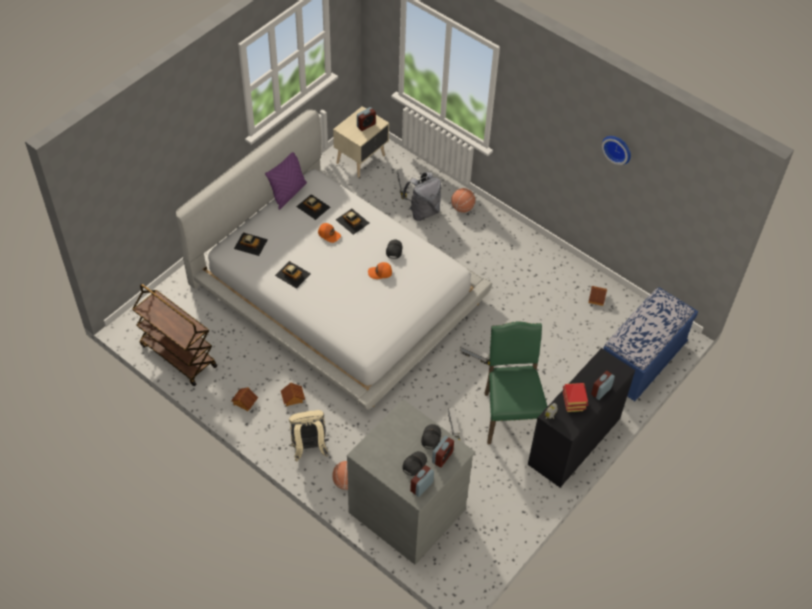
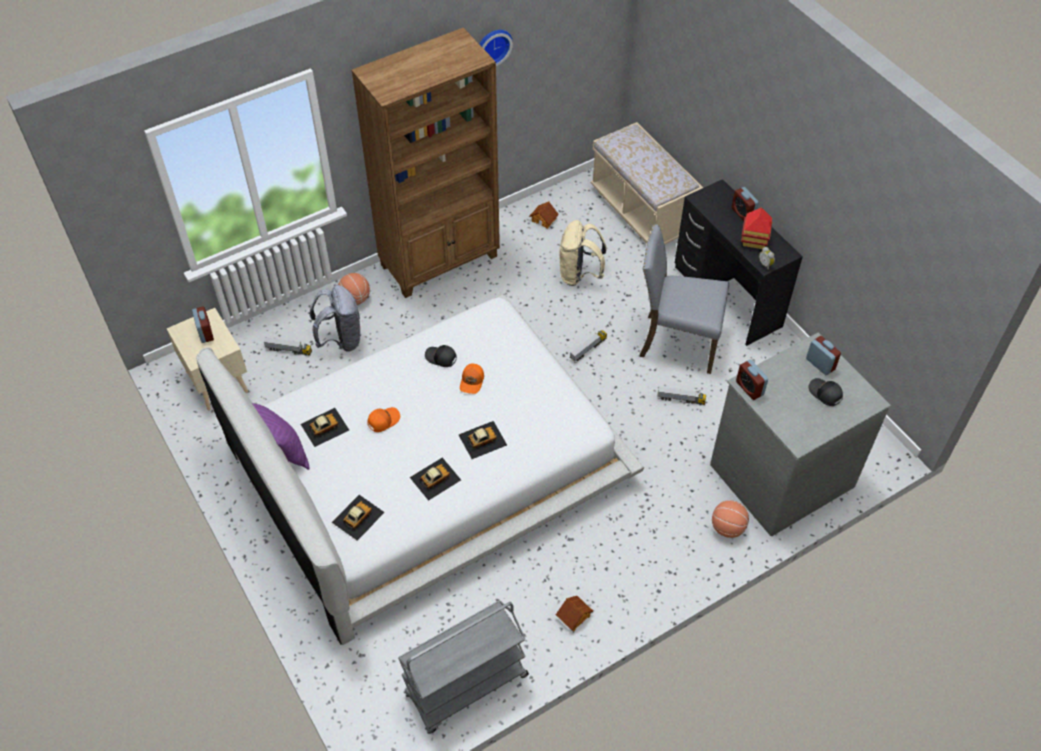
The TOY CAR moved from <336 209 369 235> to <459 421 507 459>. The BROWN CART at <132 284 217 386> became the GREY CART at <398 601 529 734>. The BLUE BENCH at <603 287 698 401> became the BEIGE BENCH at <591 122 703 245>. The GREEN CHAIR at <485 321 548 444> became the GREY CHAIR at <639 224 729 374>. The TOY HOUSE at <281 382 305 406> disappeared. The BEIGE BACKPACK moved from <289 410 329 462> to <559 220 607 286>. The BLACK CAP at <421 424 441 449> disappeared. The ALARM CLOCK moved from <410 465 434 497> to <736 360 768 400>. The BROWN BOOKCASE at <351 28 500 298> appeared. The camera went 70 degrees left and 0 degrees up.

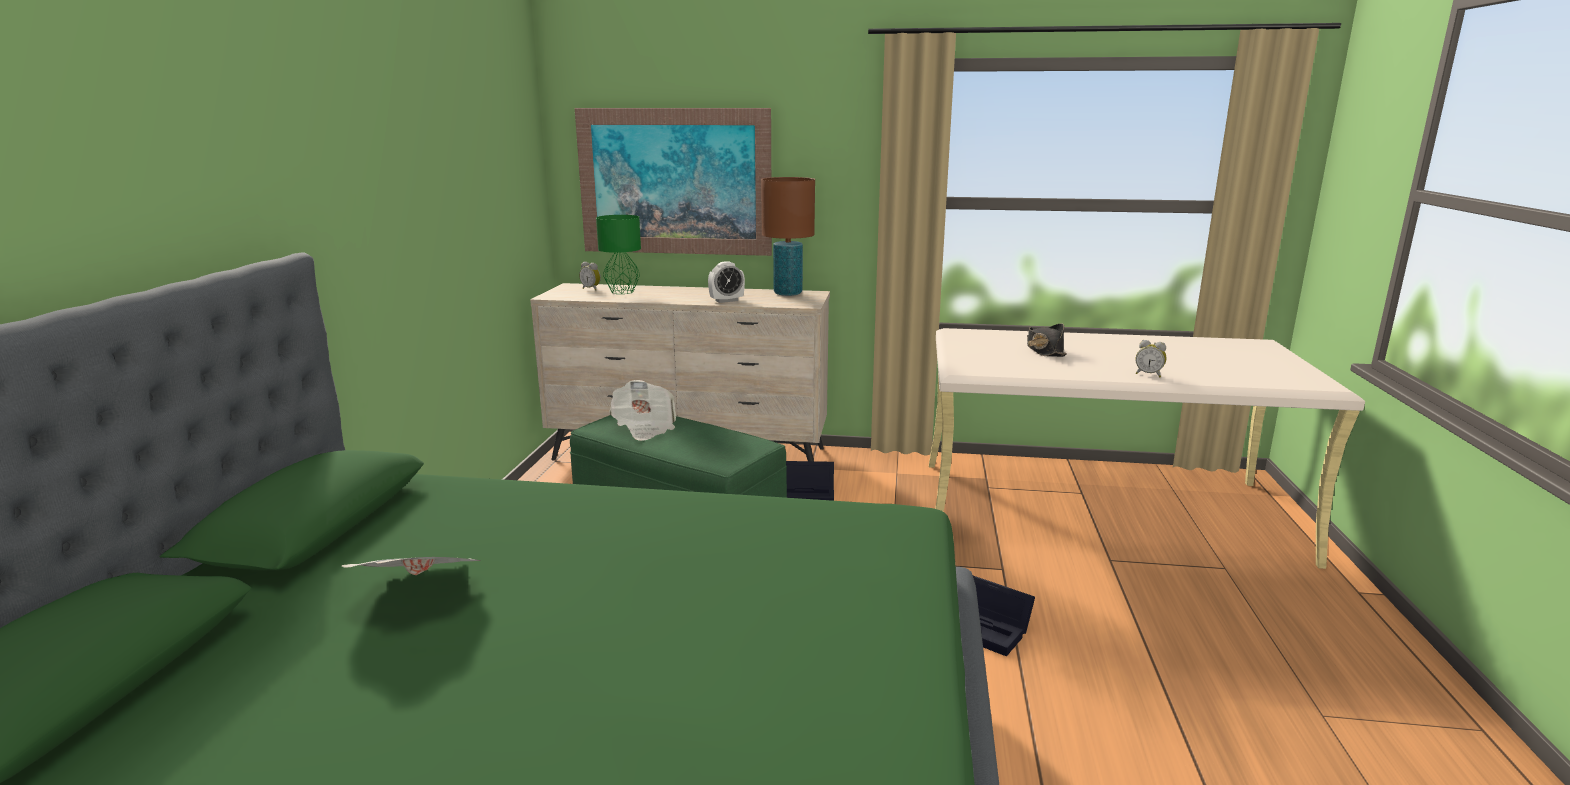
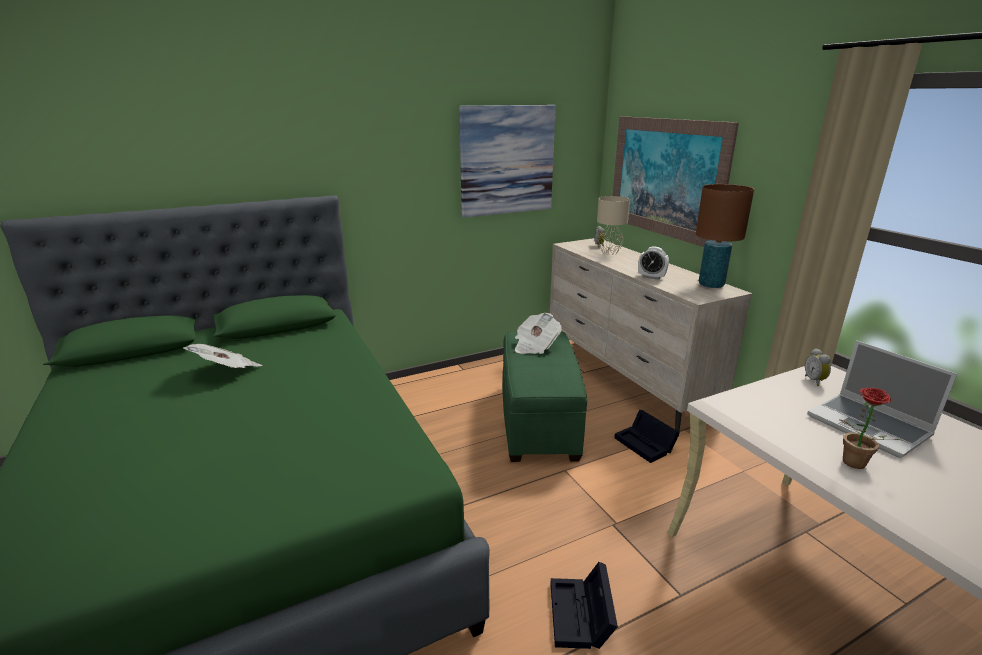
The GREEN TABLE LAMP at <596 215 641 294> became the BEIGE TABLE LAMP at <597 196 630 255>. The BLACK HAT at <1027 323 1067 357> was replaced by the LAPTOP at <807 340 957 458>. The ALARM CLOCK moved from <1135 340 1166 378> to <805 348 831 386>. The PICTURE at <459 105 556 218> appeared. The POTTED PLANT at <838 388 901 469> appeared. The camera went 55 degrees right and 5 degrees up.

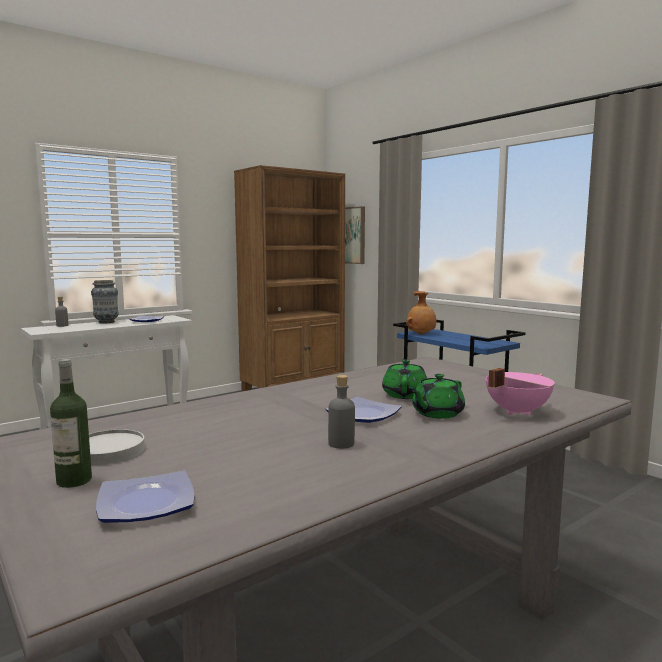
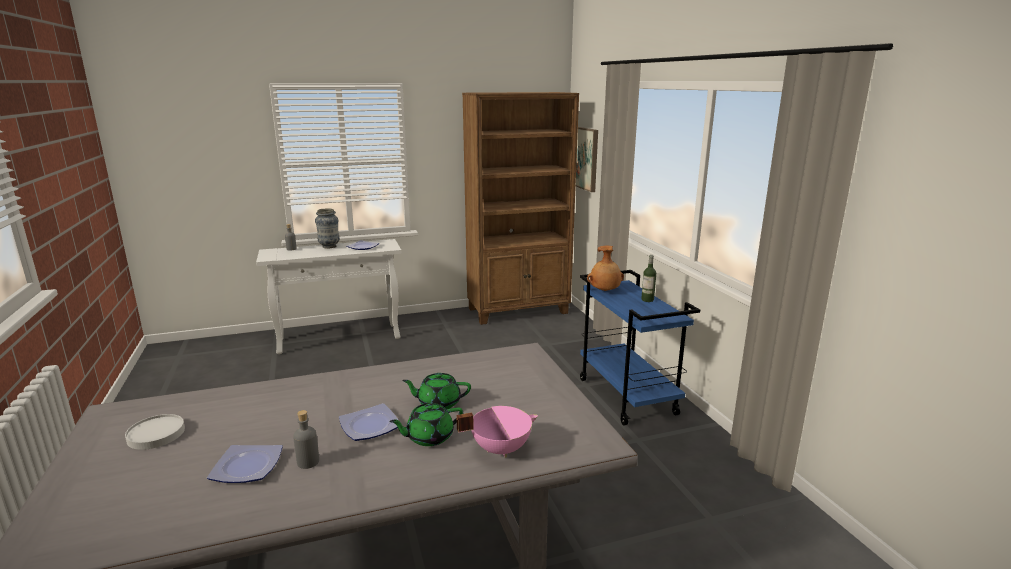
The BOTTLE moved from <50 359 92 488> to <641 255 656 302>. The GREEN TEAPOT at <382 359 427 399> turned 120 degrees counterclockwise. The PLATE moved from <96 471 194 523> to <207 445 283 483>. The camera went 20 degrees right and 10 degrees up.

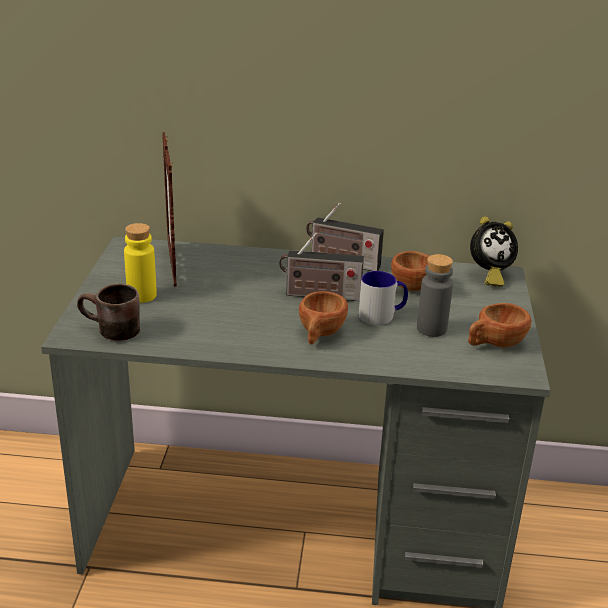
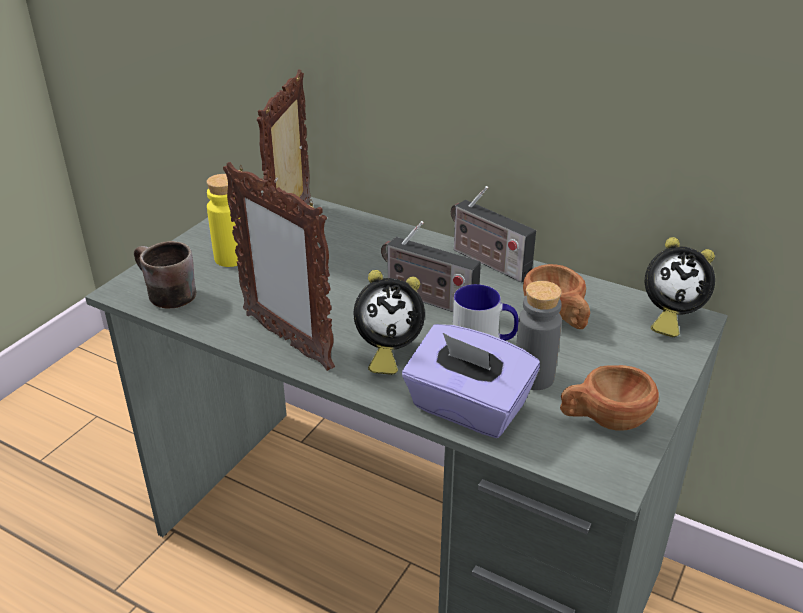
The BROWN CUP at <299 291 348 344> was replaced by the ALARM CLOCK at <354 270 425 375>. The PICTURE FRAME at <223 162 335 371> appeared. The PURPLE TISSUE BOX at <402 324 540 438> appeared. The camera went 25 degrees right and 5 degrees up.

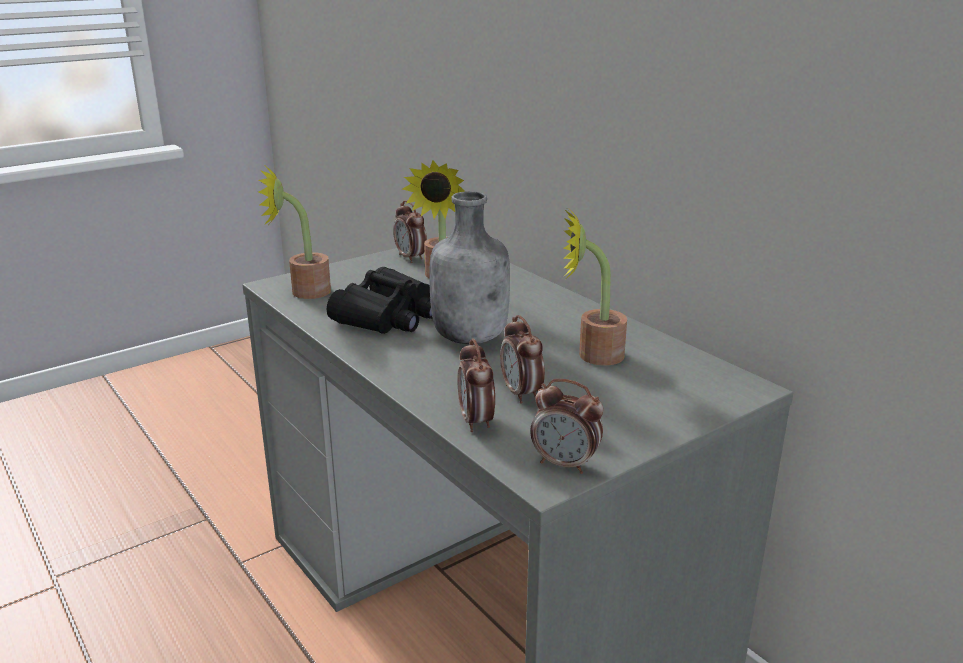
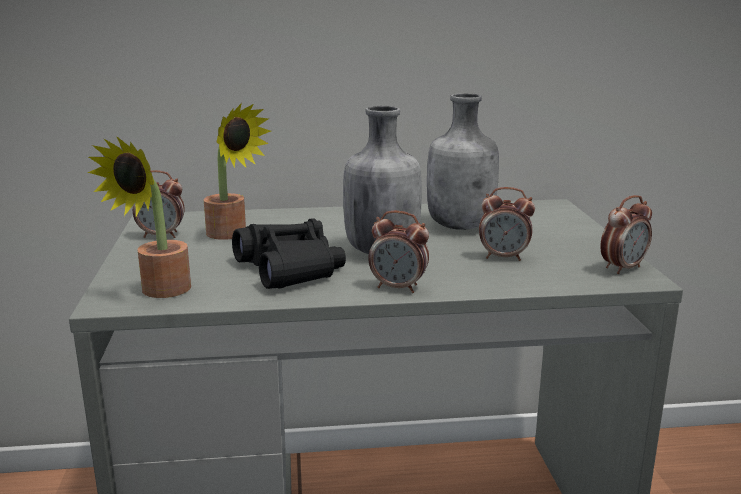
The POTTED PLANT at <563 209 627 366> was replaced by the GREY BOTTLE at <427 93 499 230>. The ALARM CLOCK moved from <457 338 495 432> to <368 211 429 293>. The camera went 60 degrees left and 5 degrees down.

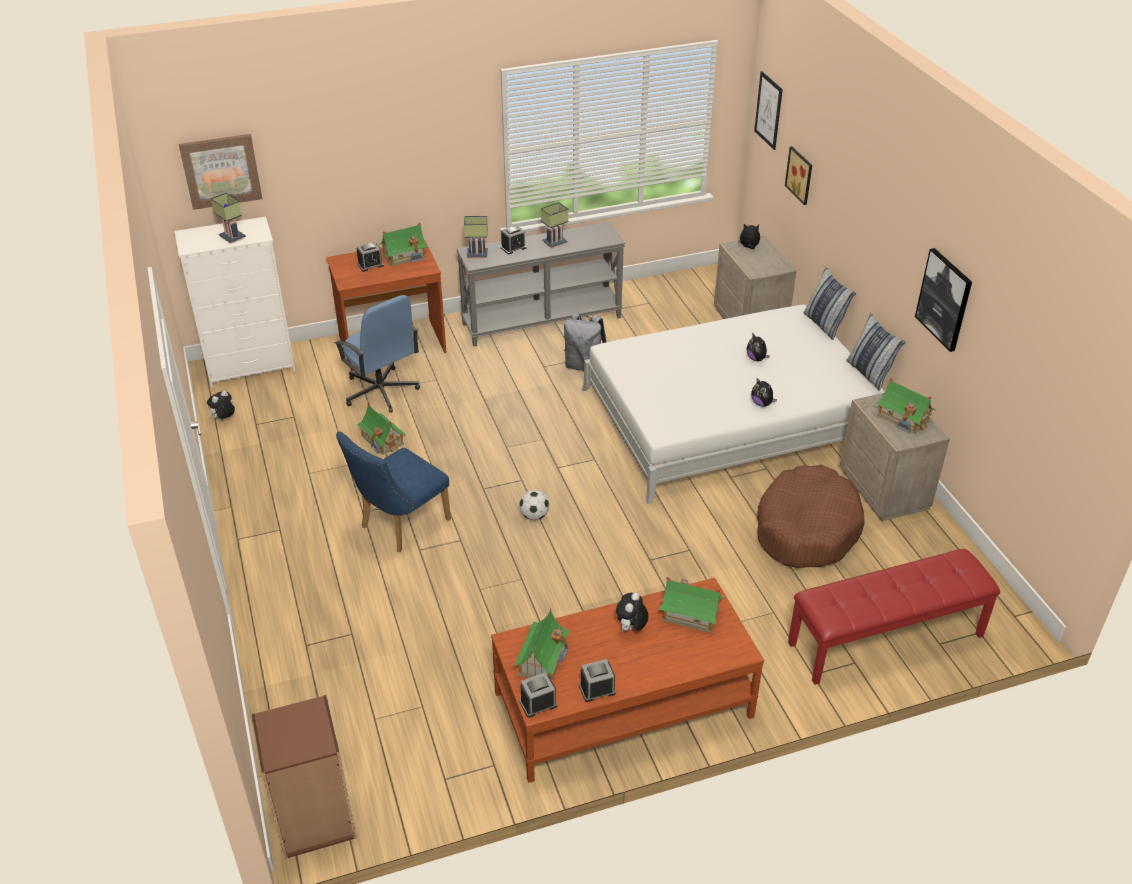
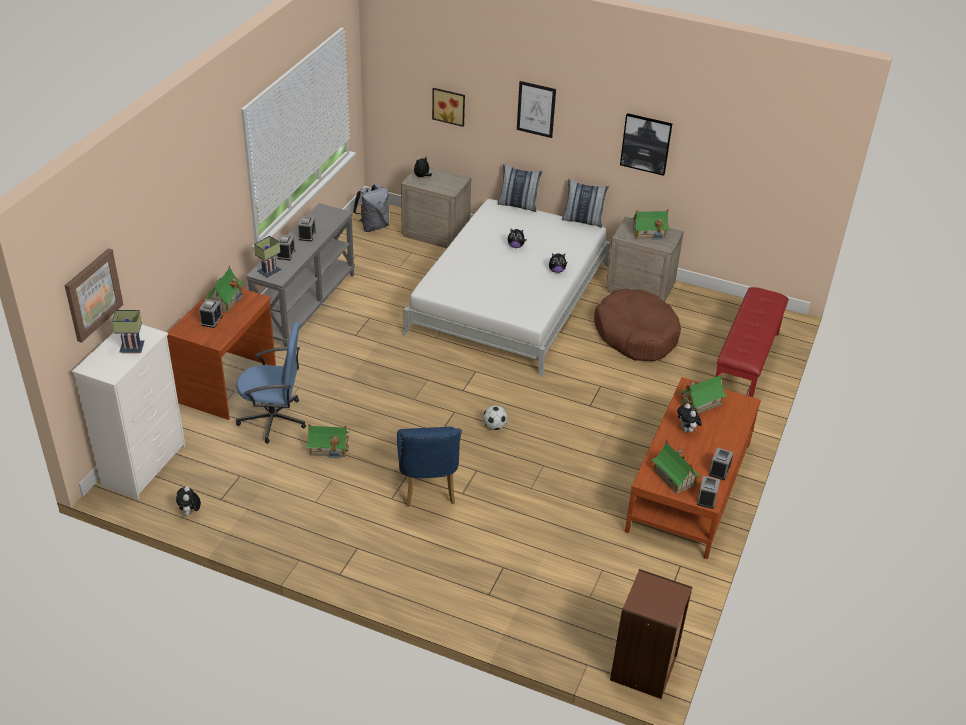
The PICTURE moved from <754 71 783 150> to <517 81 556 138>. The TABLE LAMP at <541 202 568 248> was replaced by the ALARM CLOCK at <298 216 316 241>. The GREY BACKPACK moved from <564 313 607 371> to <353 184 389 232>. The camera went 50 degrees left and 0 degrees up.

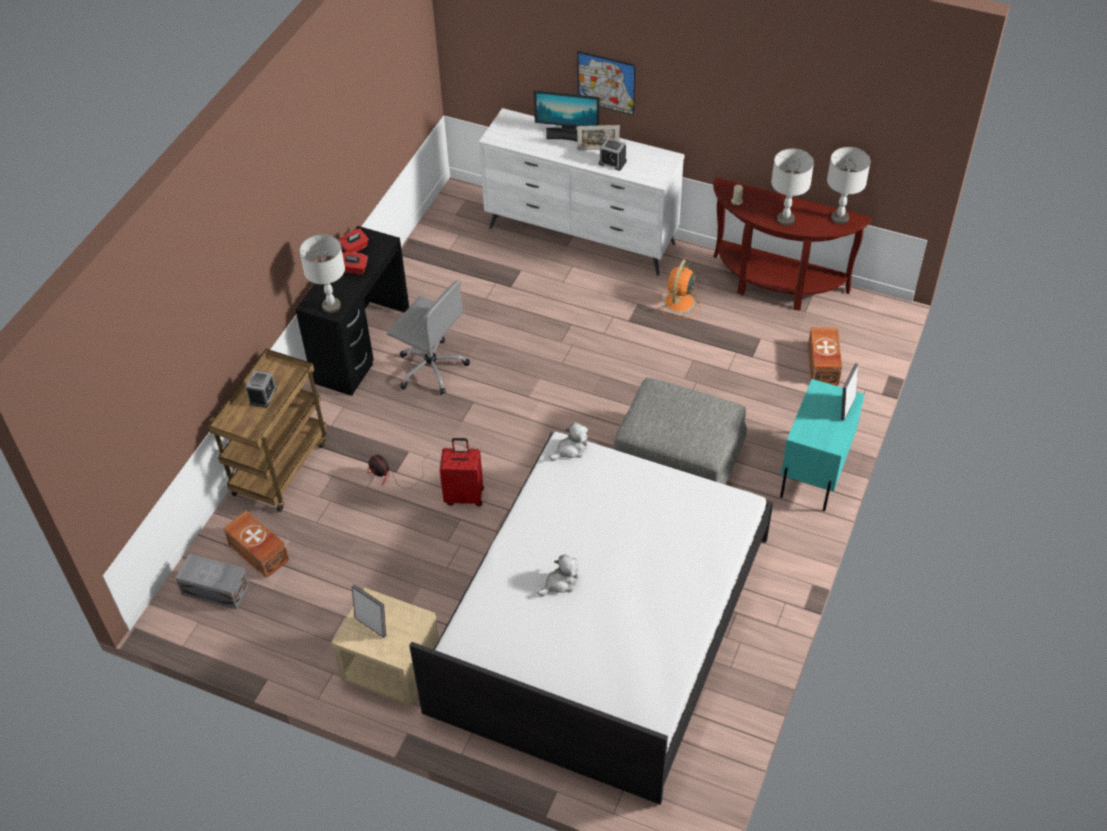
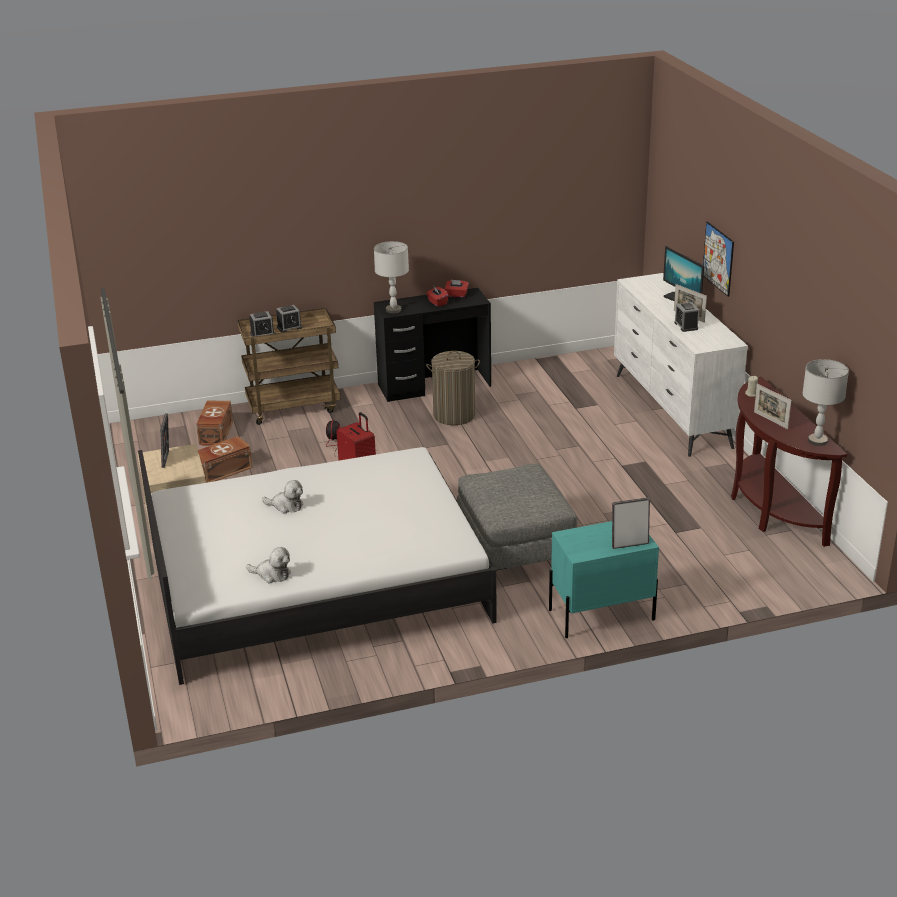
The GREY TABLE LAMP at <771 149 814 226> was replaced by the PICTURE FRAME at <754 384 792 429>. The ORANGE FAN at <657 259 701 319> disappeared. The GREY OFFICE CHAIR at <387 280 470 395> was replaced by the LAUNDRY BASKET at <426 351 480 425>. The BROWN STORAGE BOX moved from <808 327 842 386> to <198 436 253 483>. The PLUSH TOY moved from <549 422 588 461> to <246 547 291 583>. The GREY STORAGE BOX at <175 554 250 609> disappeared. The ALARM CLOCK at <249 311 275 337> appeared. The camera went 50 degrees right and 20 degrees down.

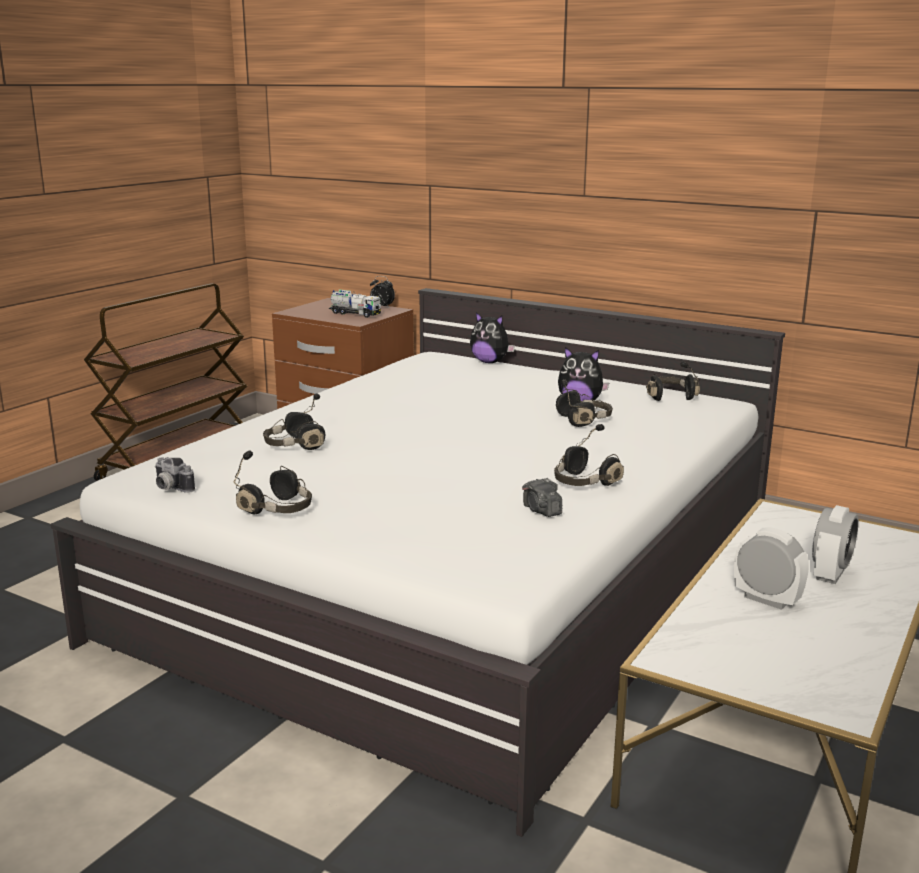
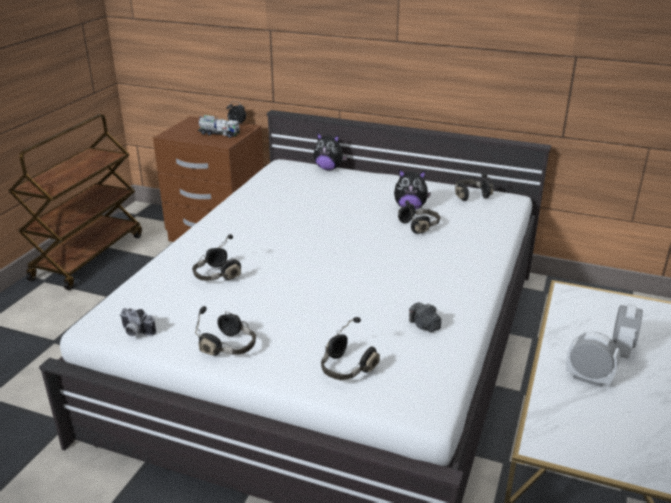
The BLACK HEADPHONES moved from <554 424 624 486> to <321 317 380 380>. The camera went 10 degrees left and 10 degrees up.

